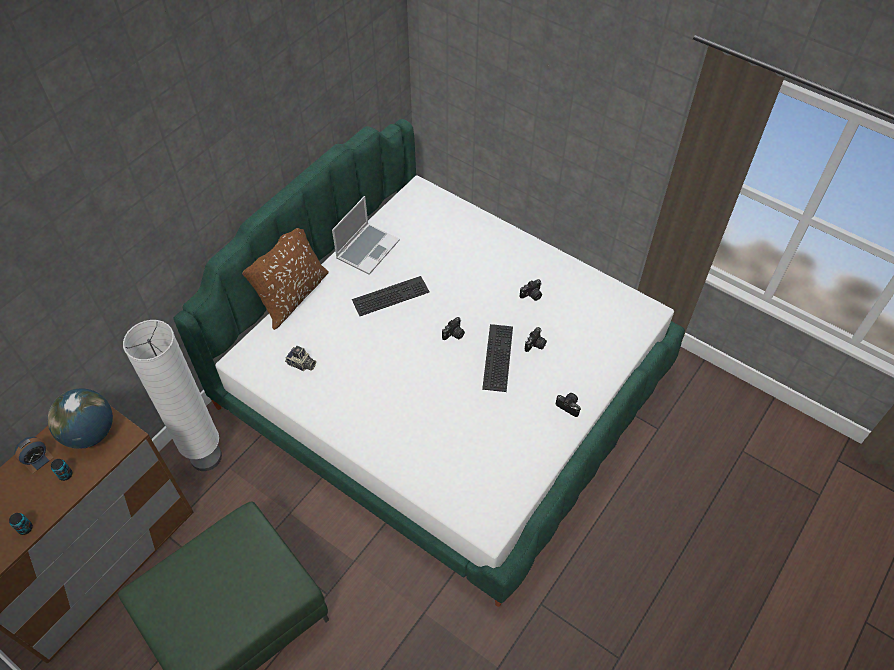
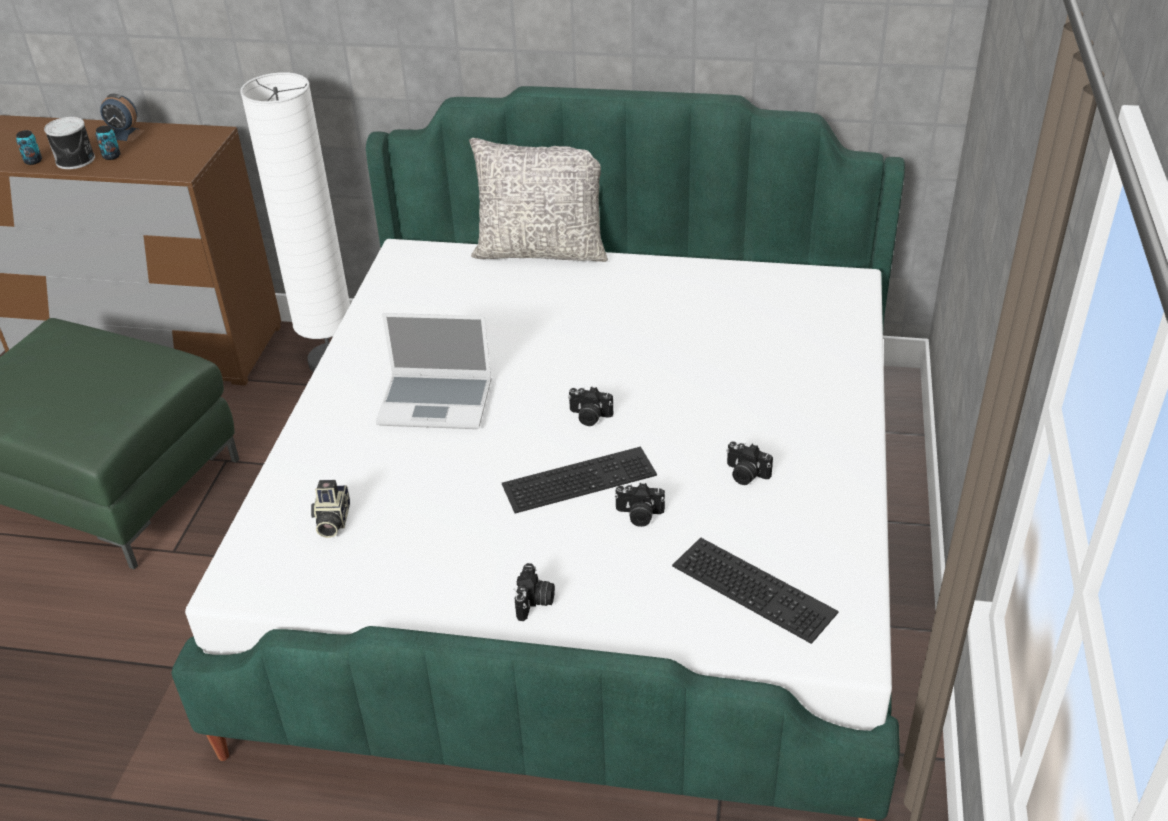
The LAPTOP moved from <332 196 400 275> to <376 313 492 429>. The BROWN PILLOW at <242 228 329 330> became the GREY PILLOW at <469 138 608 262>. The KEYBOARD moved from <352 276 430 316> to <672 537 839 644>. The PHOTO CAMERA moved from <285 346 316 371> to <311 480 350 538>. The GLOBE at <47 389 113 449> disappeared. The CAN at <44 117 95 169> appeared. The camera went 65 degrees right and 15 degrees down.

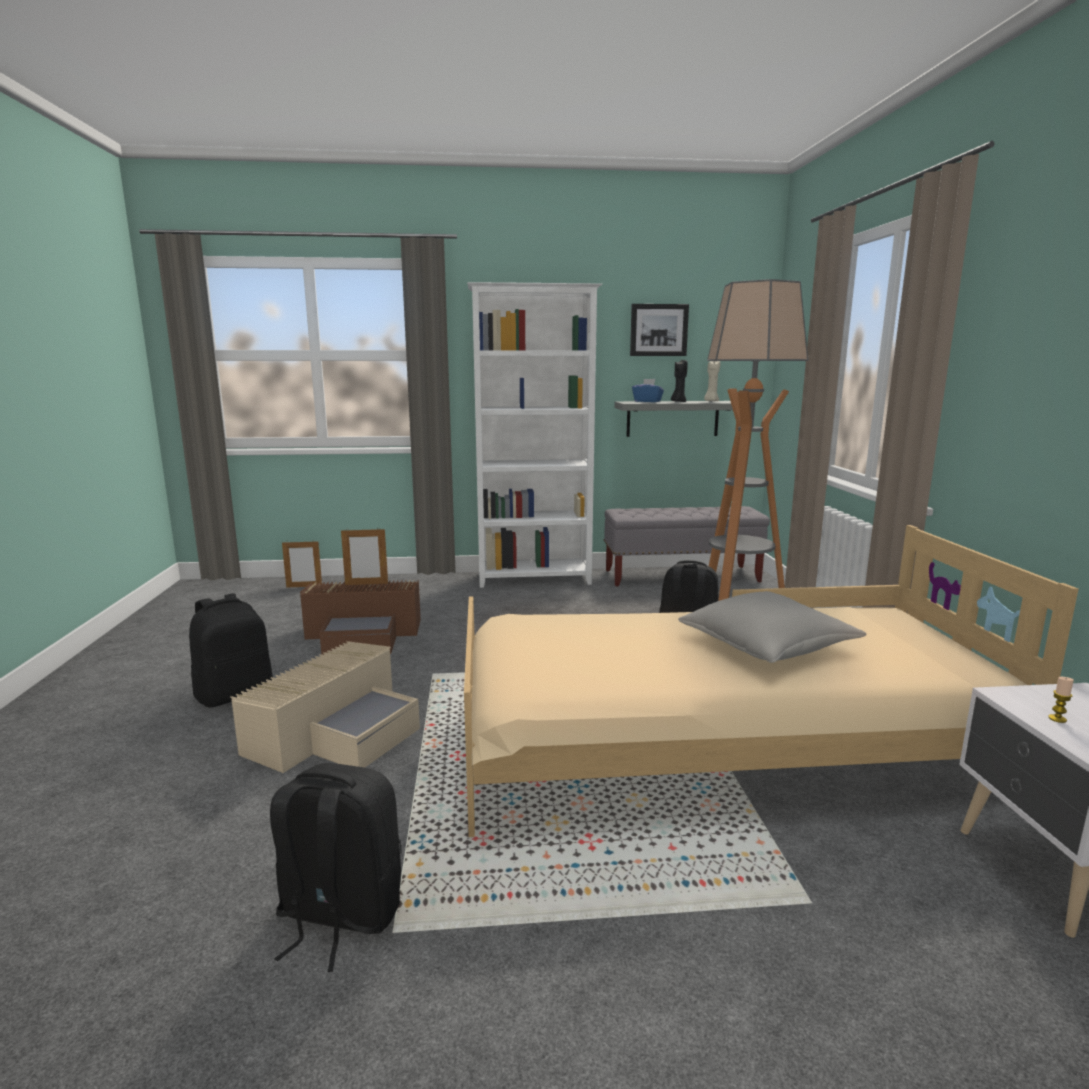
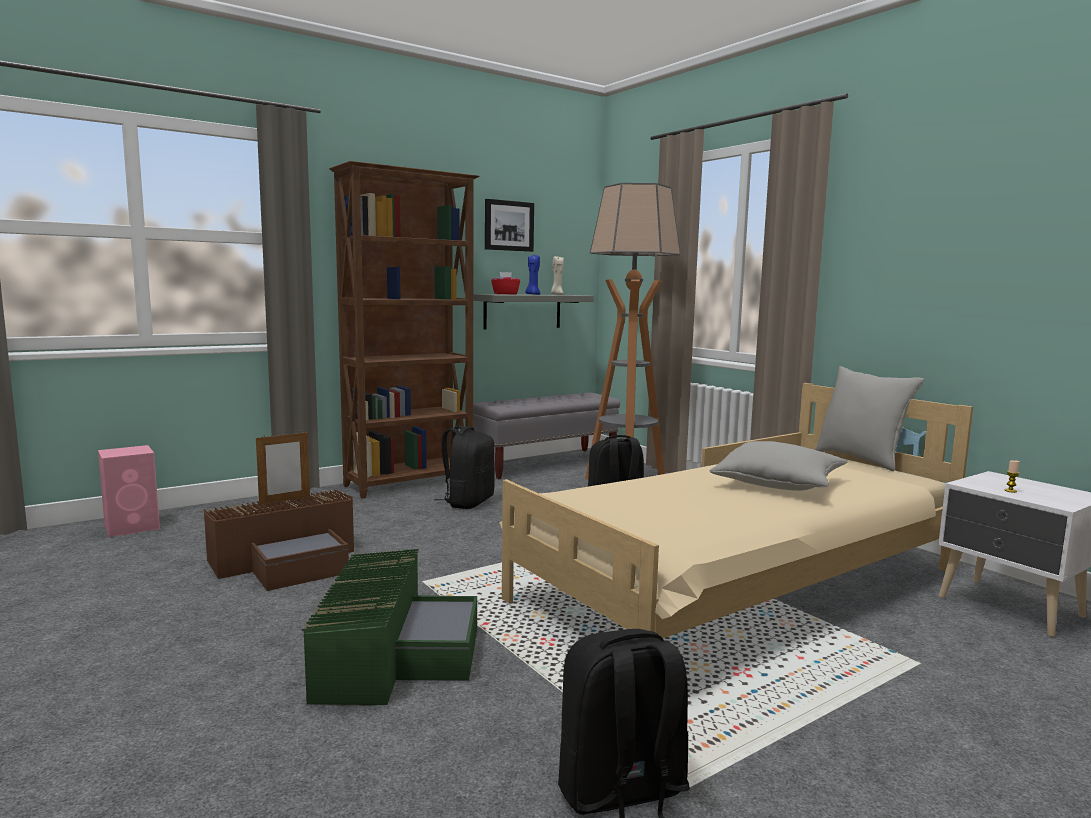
The WHITE BOOKCASE at <467 282 602 588> became the BROWN BOOKCASE at <329 161 479 498>. The BLACK CANDLE at <671 360 688 402> became the BLUE CANDLE at <525 255 541 295>. The BLUE TISSUE BOX at <632 379 664 402> became the RED TISSUE BOX at <492 272 520 295>. The PICTURE FRAME at <282 542 322 588> was replaced by the PINK SPEAKER at <98 445 160 537>. The BLACK BACKPACK moved from <189 593 273 708> to <434 425 495 509>. The BEIGE STORAGE BOX at <230 641 420 773> became the GREEN STORAGE BOX at <302 549 477 705>. The GREY PILLOW at <815 366 924 471> appeared. The camera went 30 degrees left and 5 degrees down.

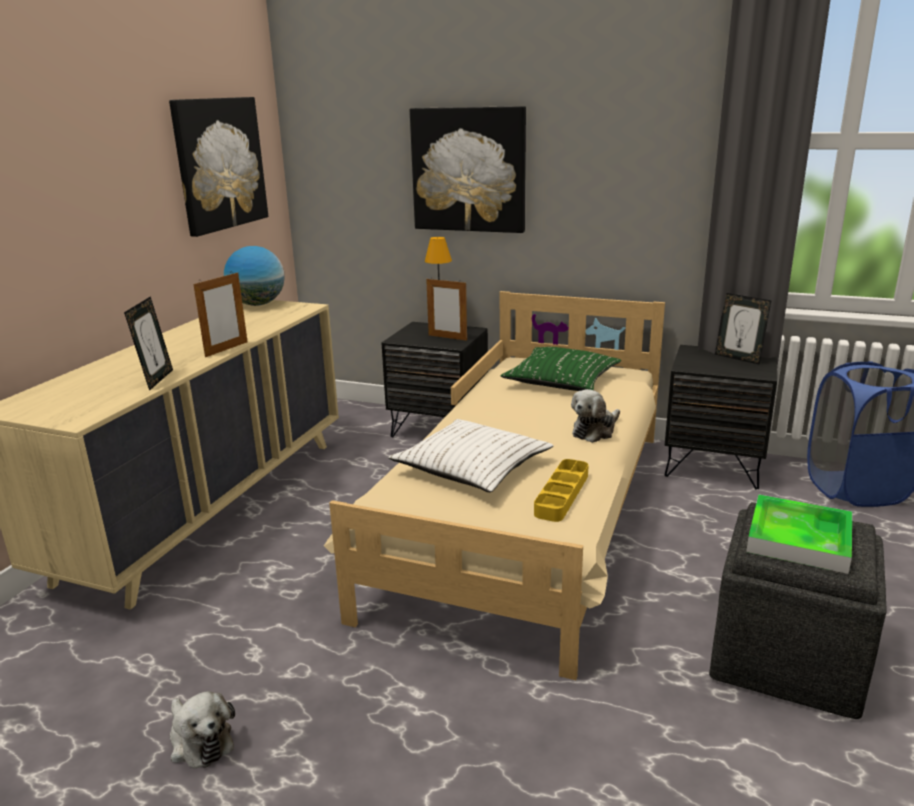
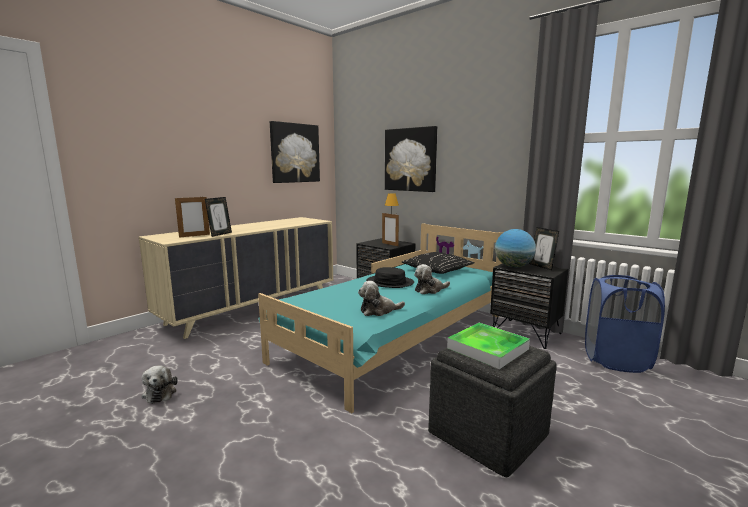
The GLOBE moved from <224 246 285 306> to <495 229 536 268>. The PICTURE FRAME moved from <193 272 248 357> to <175 196 210 238>. The BEIGE BED at <324 291 665 680> became the TURQUOISE BED at <258 223 503 413>. The GREEN PILLOW at <501 347 621 391> became the BLACK PILLOW at <402 252 475 274>. The WHITE PILLOW at <389 419 553 492> disappeared. The YELLOW TRAY at <534 459 589 522> was replaced by the PLUSH TOY at <358 281 405 316>. The BLACK HAT at <366 267 414 288> appeared. The camera went 20 degrees right and 10 degrees down.

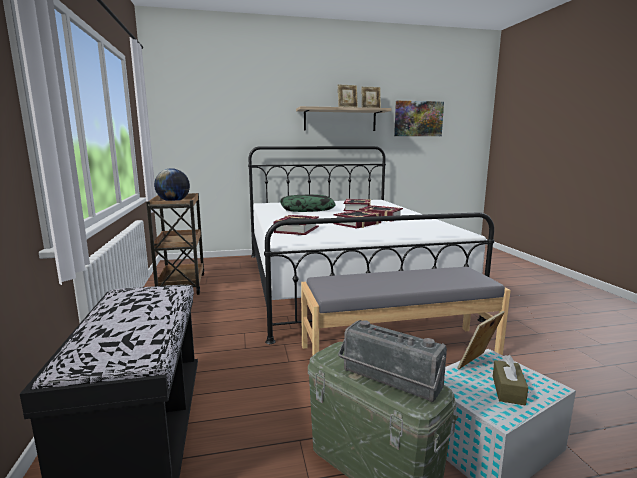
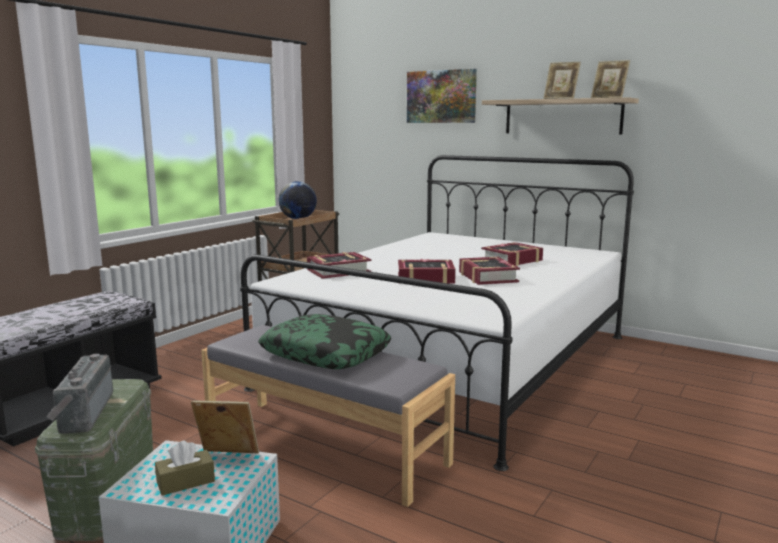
The PICTURE moved from <394 101 444 136> to <407 69 477 123>. The PILLOW moved from <280 194 336 212> to <258 314 391 369>. The camera went 45 degrees right and 0 degrees up.

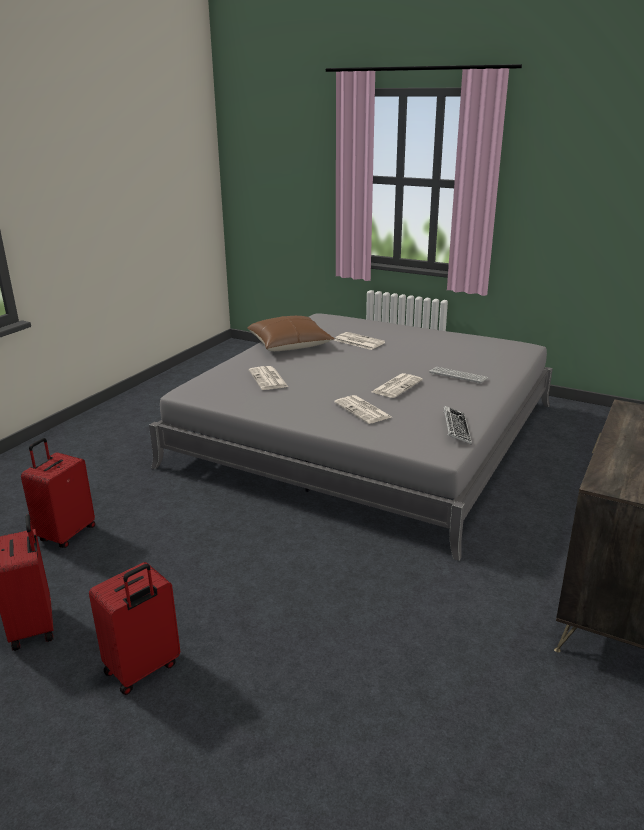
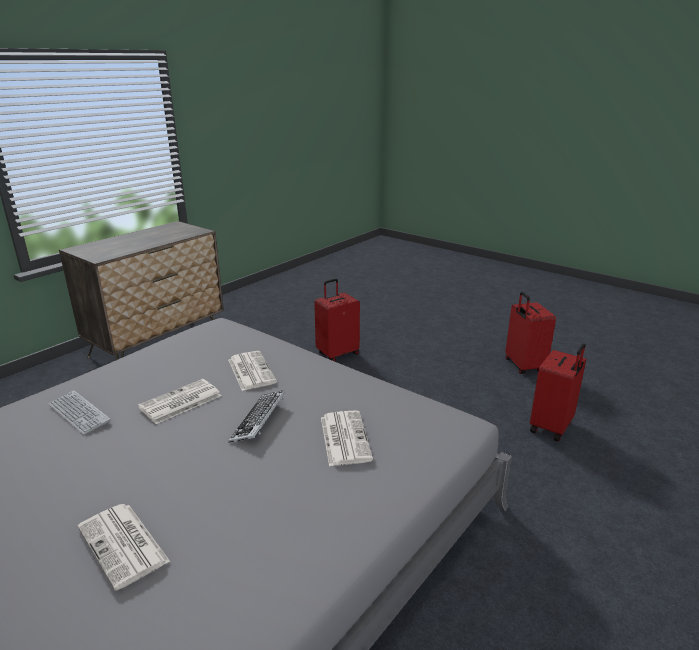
The BROWN PILLOW at <248 316 335 351> disappeared. The KEYBOARD moved from <443 406 472 445> to <228 390 285 443>. The RED SUITCASE moved from <89 562 180 695> to <314 279 360 362>. The camera went 170 degrees left and 0 degrees up.

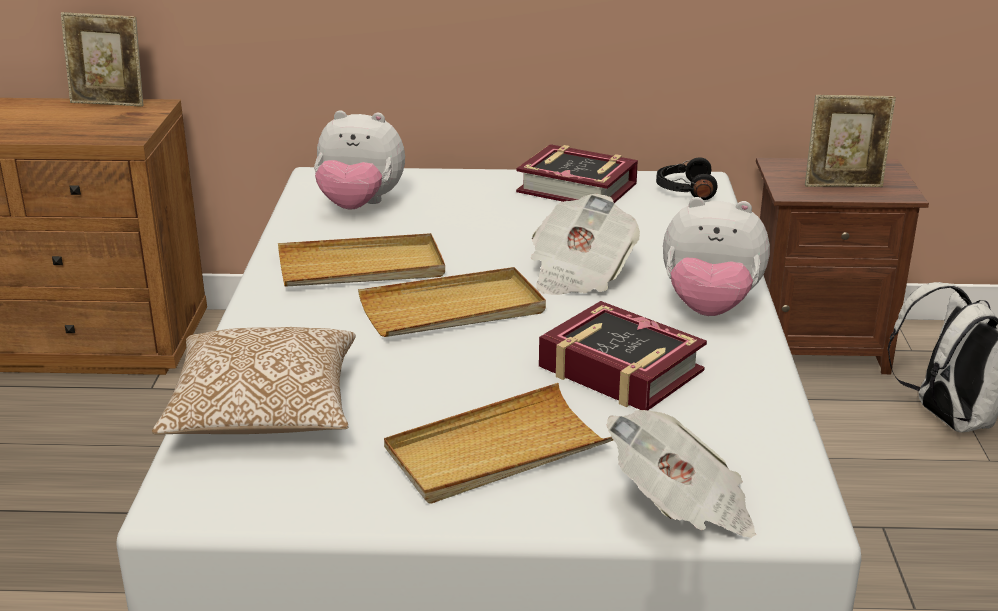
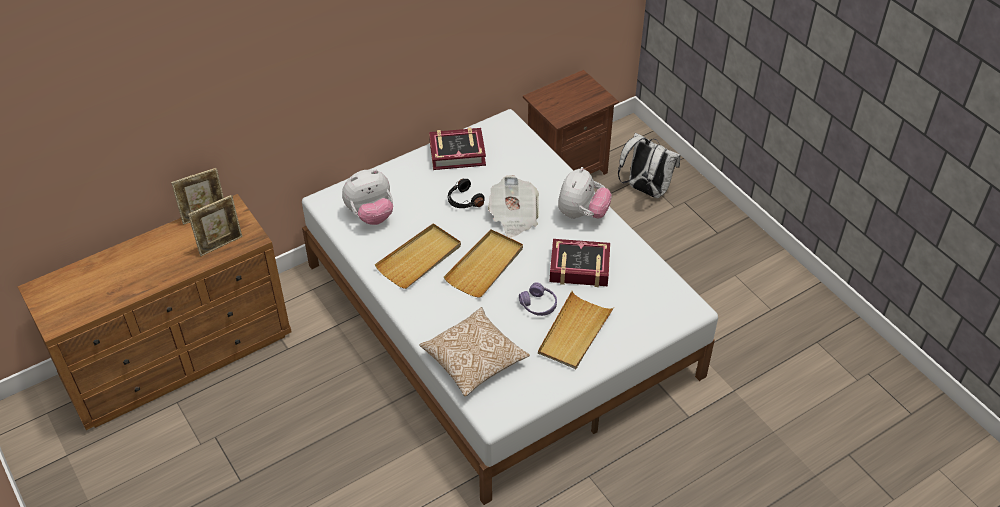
The PICTURE FRAME moved from <805 95 896 187> to <188 195 243 256>. The BLACK HEADPHONES moved from <656 158 718 200> to <448 179 485 208>. The PLUSH TOY at <663 197 770 316> turned 45 degrees counterclockwise. The NEWSPAPER at <607 410 756 537> disappeared. The PURPLE HEADPHONES at <519 283 557 316> appeared. The camera went 35 degrees left and 20 degrees up.

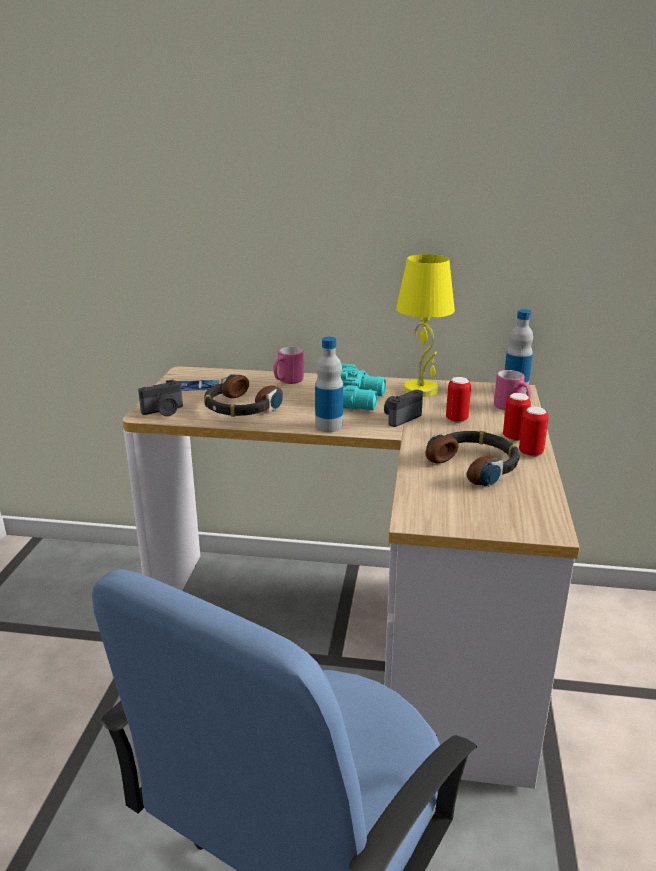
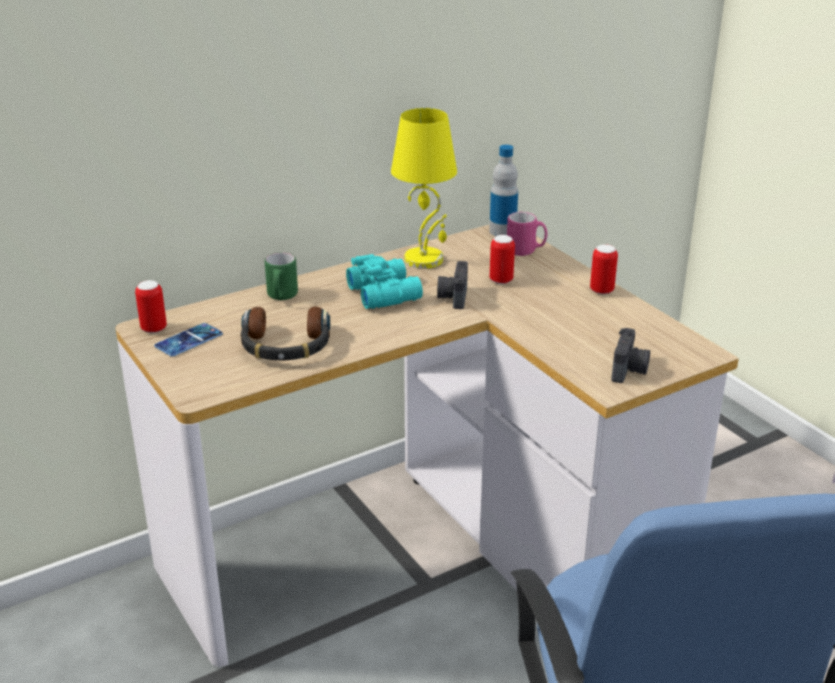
The BOTTLE at <315 337 343 432> disappeared. The PINK MUG at <273 347 304 384> became the GREEN MUG at <265 252 298 300>. The PHOTO CAMERA moved from <138 380 183 416> to <611 328 650 383>. The CAN moved from <503 393 531 441> to <135 280 167 333>. The HEADPHONES at <426 431 520 487> disappeared. The camera went 40 degrees left and 5 degrees up.

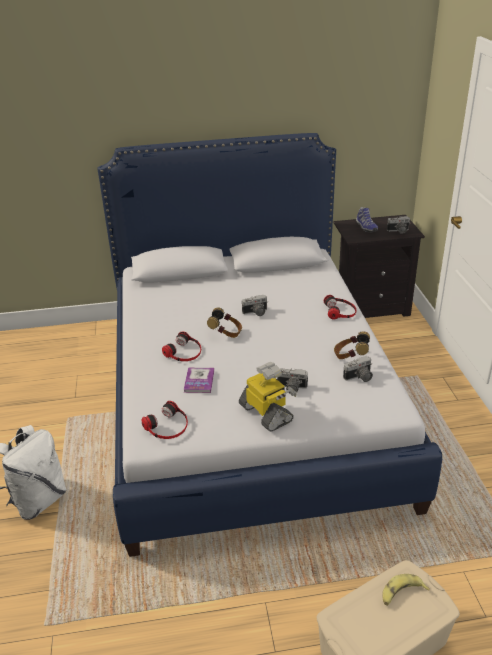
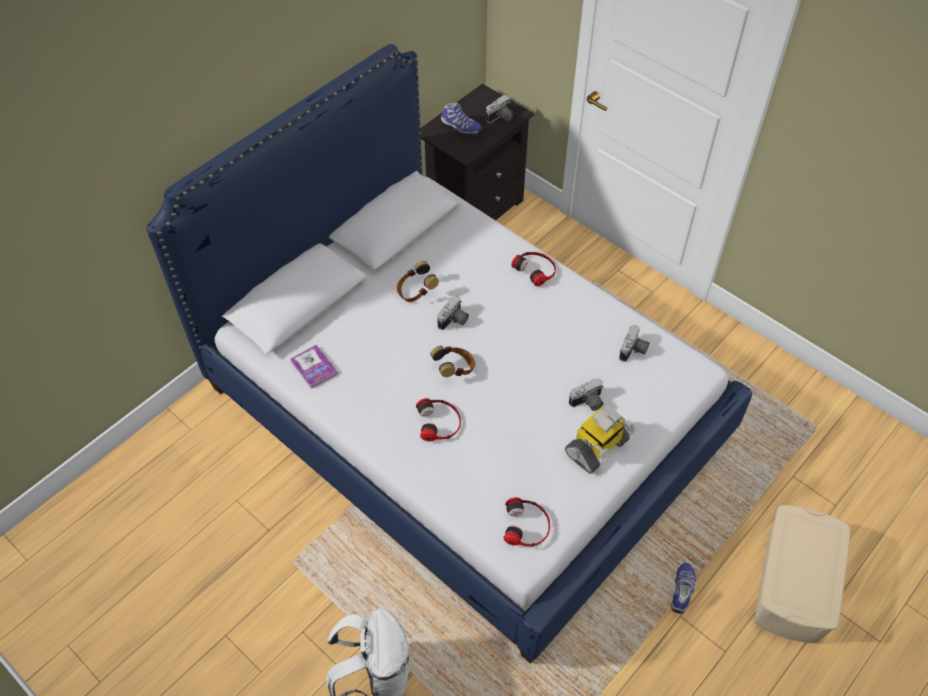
The HEADPHONES moved from <334 331 370 359> to <397 261 439 302>. The TOY ROBOT at <239 362 297 432> turned 120 degrees clockwise. The BOOK moved from <184 368 214 393> to <290 345 338 389>. The BANANA at <382 574 430 606> disappeared. The SHOE at <671 563 696 614> appeared. The camera went 40 degrees left and 20 degrees up.

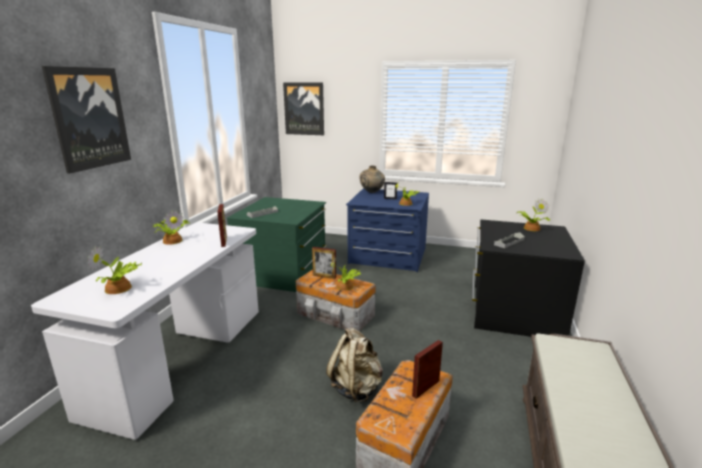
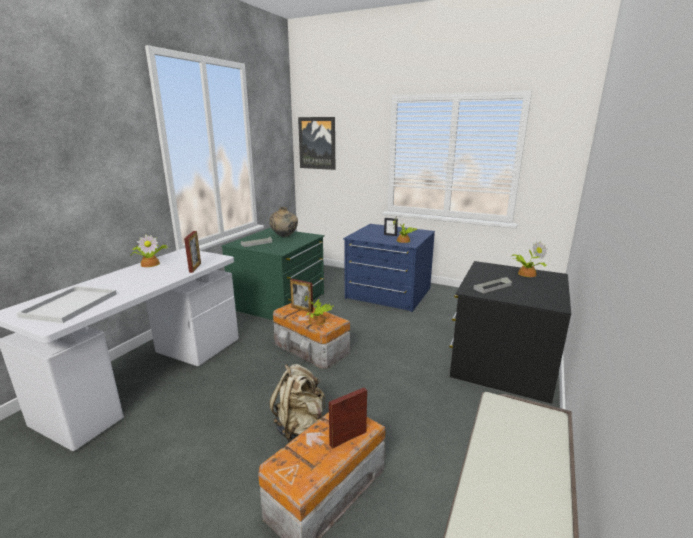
The PICTURE at <42 66 131 174> disappeared. The BEIGE VASE moved from <359 166 385 193> to <269 207 298 237>. The POTTED PLANT at <87 246 142 294> was replaced by the WHITE TRAY at <17 286 117 323>. The camera went 10 degrees right and 0 degrees up.

